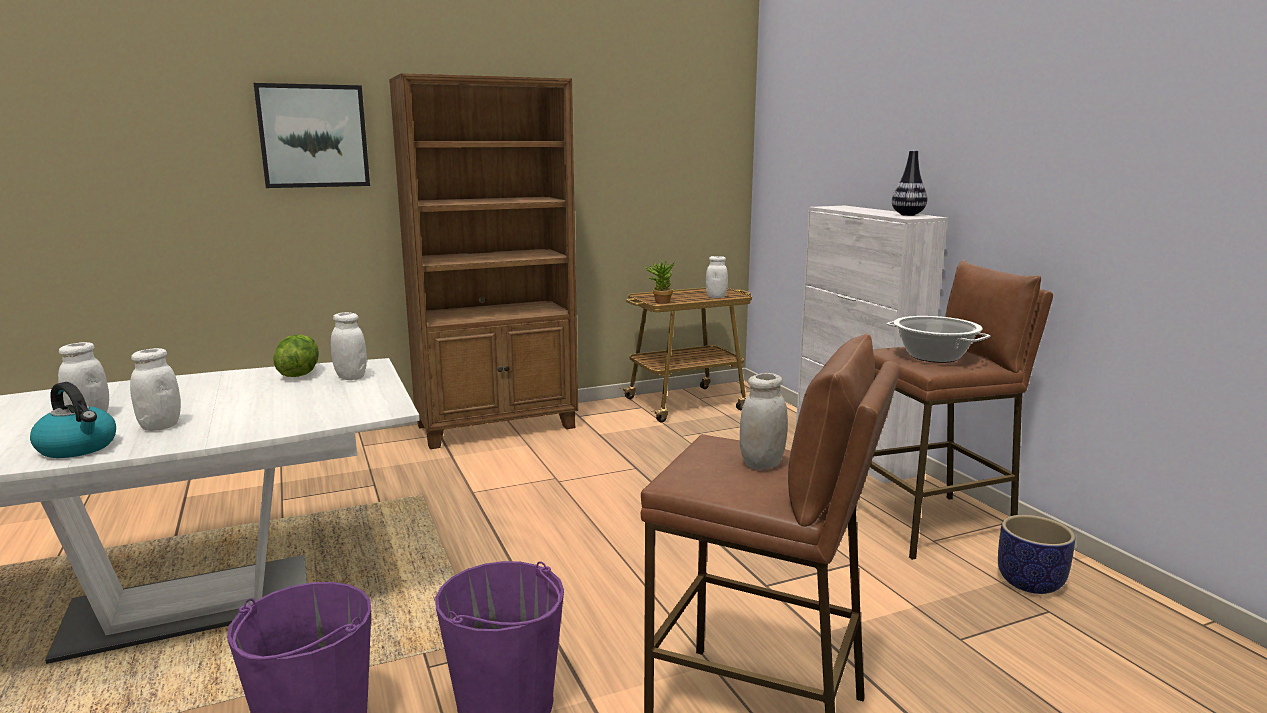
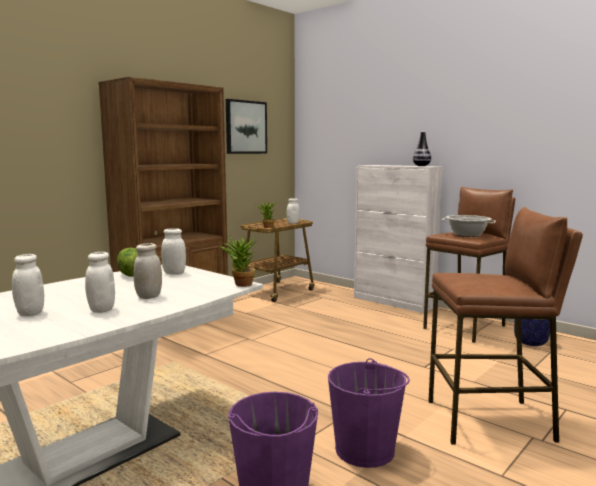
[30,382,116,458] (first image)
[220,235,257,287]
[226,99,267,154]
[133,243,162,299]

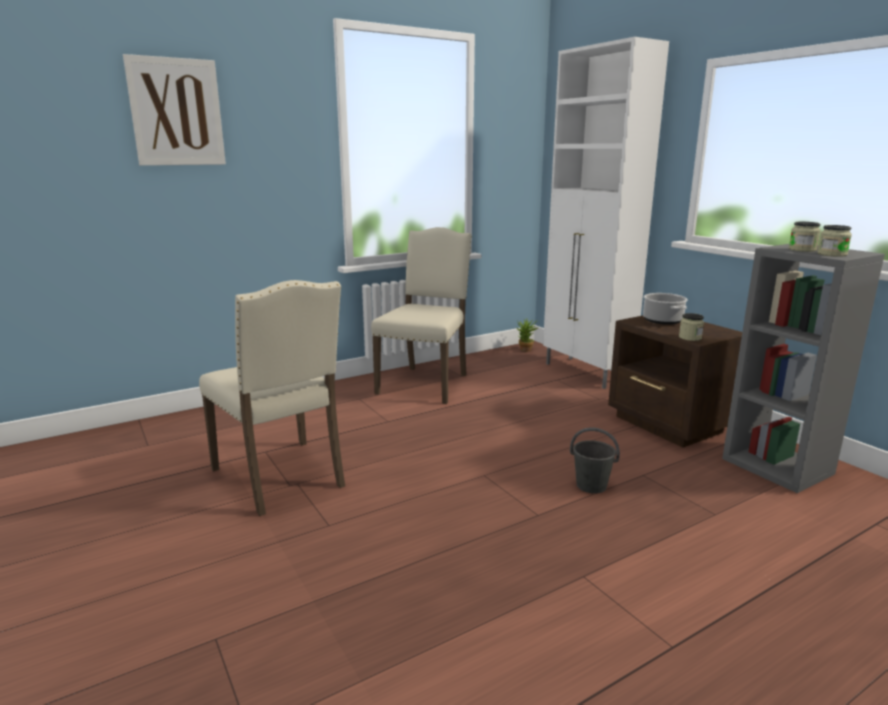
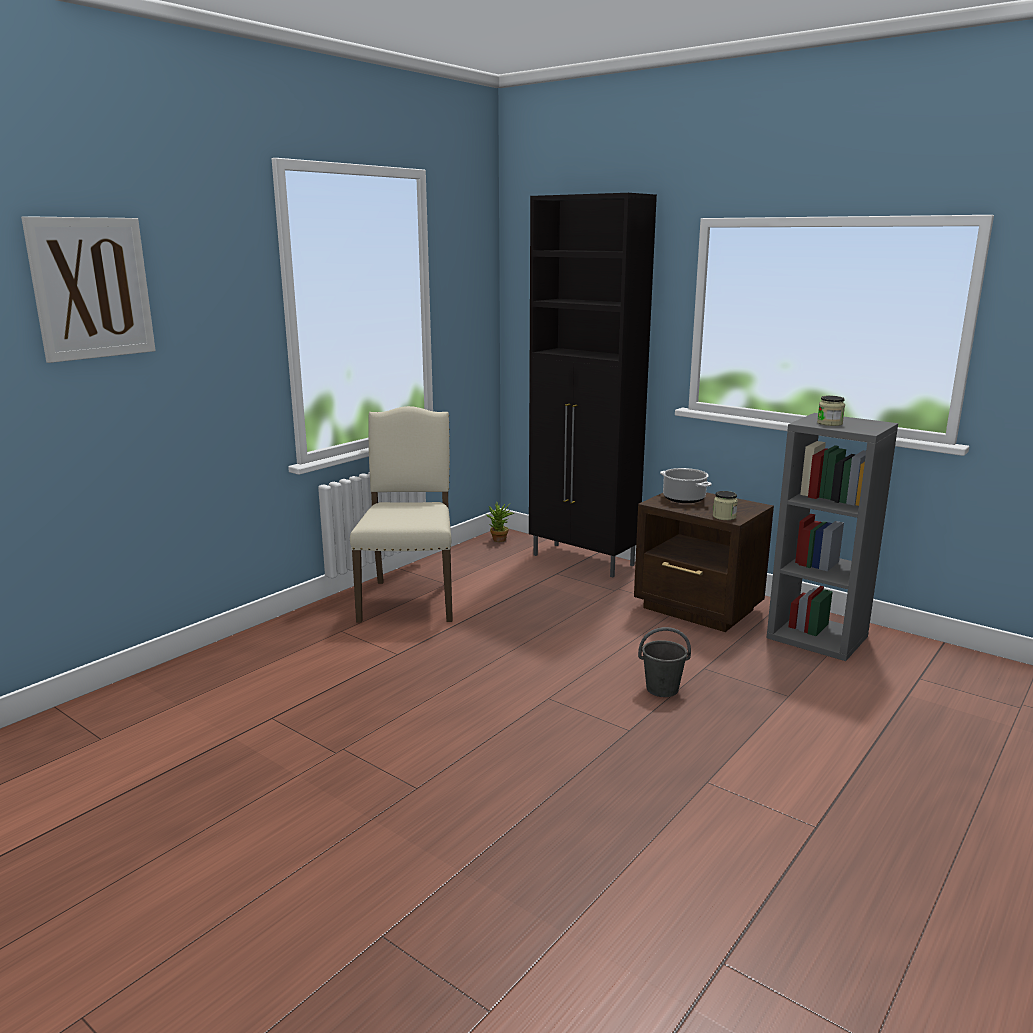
[199,280,345,516] (first image)
[817,225,852,257] (first image)
[529,193,657,577]

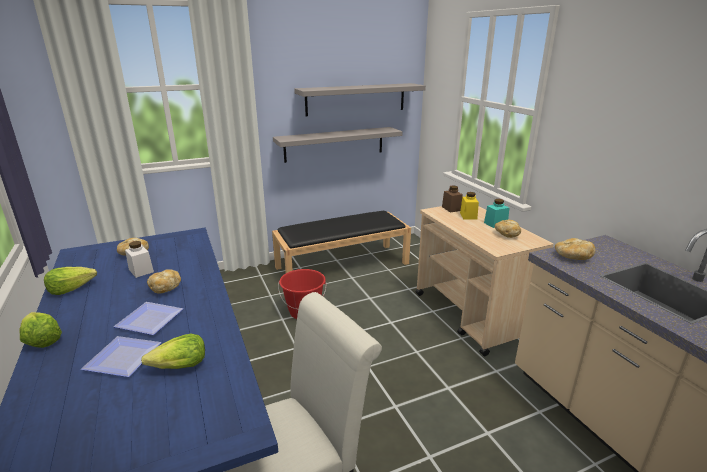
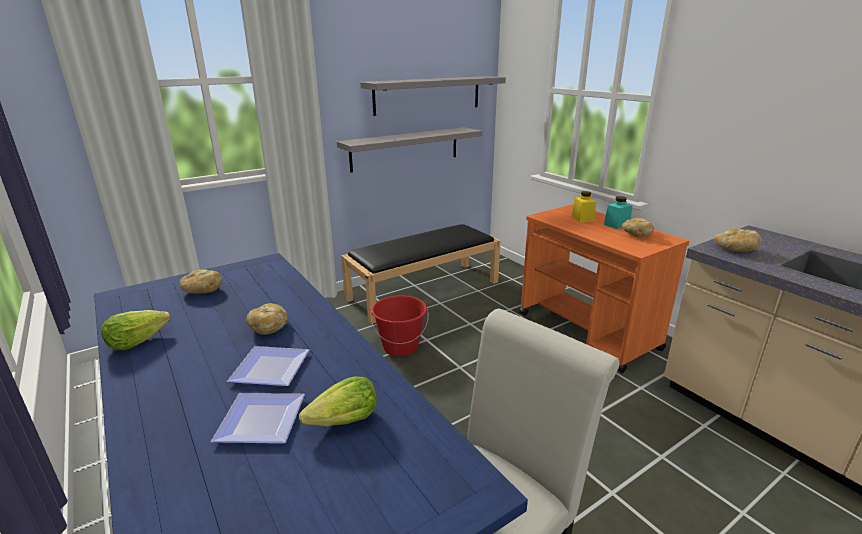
[19,312,62,348] (first image)
[125,241,154,278] (first image)
[442,186,463,212] (first image)
[519,204,689,373]

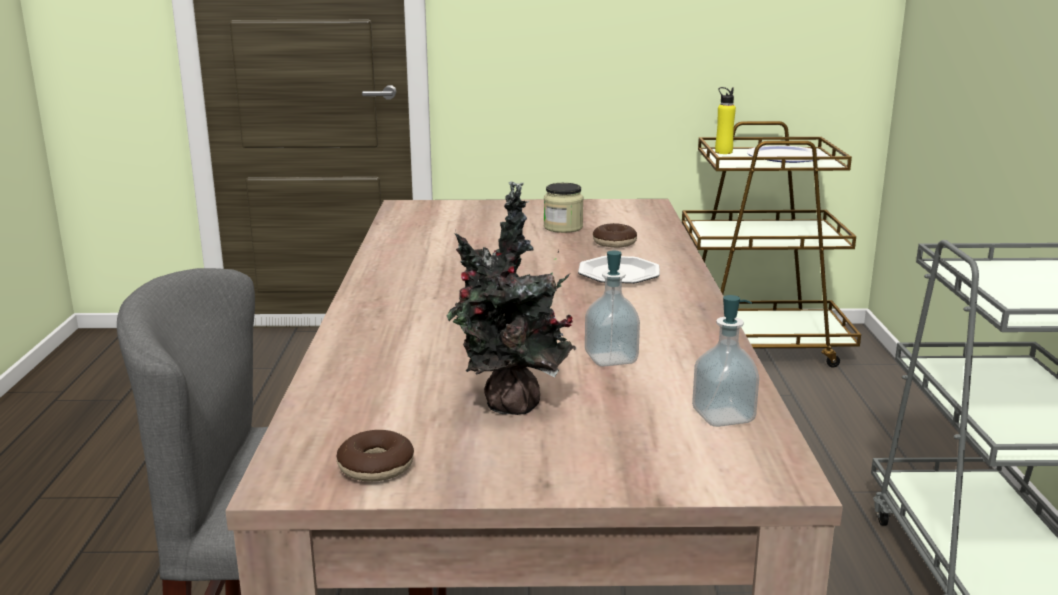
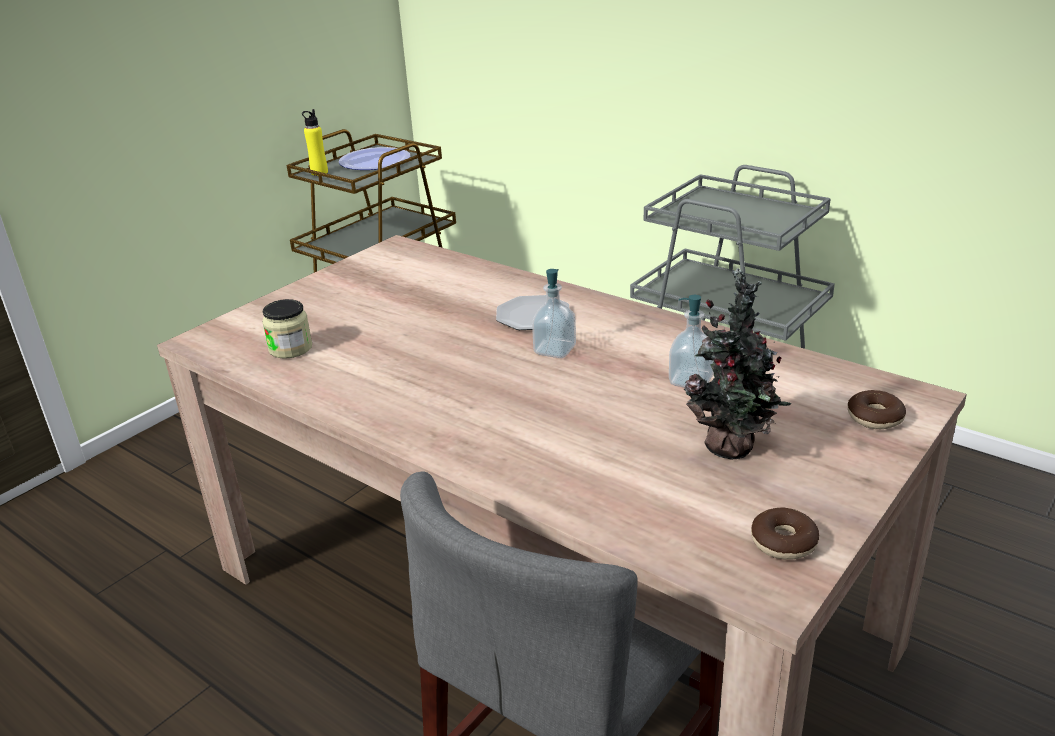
[262,299,312,358]
[848,390,906,429]
[532,269,576,358]

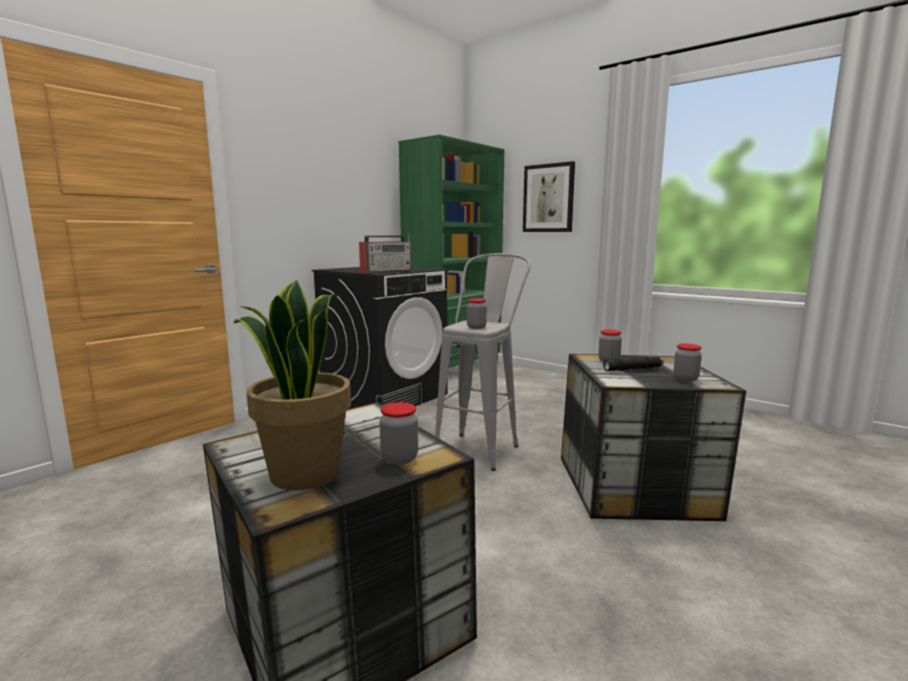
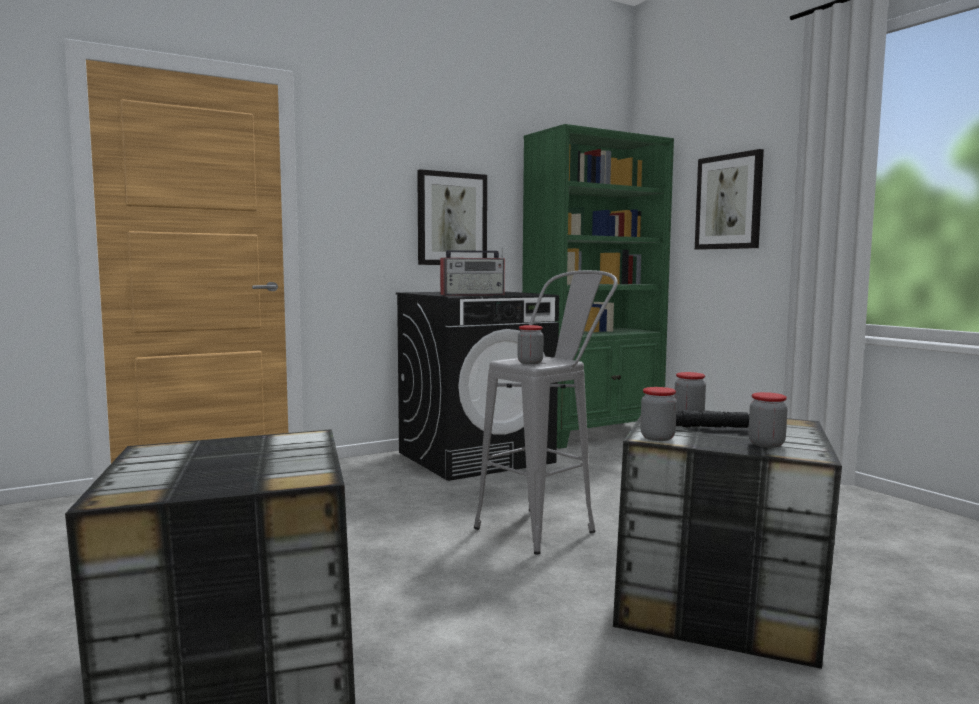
[234,280,351,491] (first image)
[417,169,487,265]
[640,387,677,441]

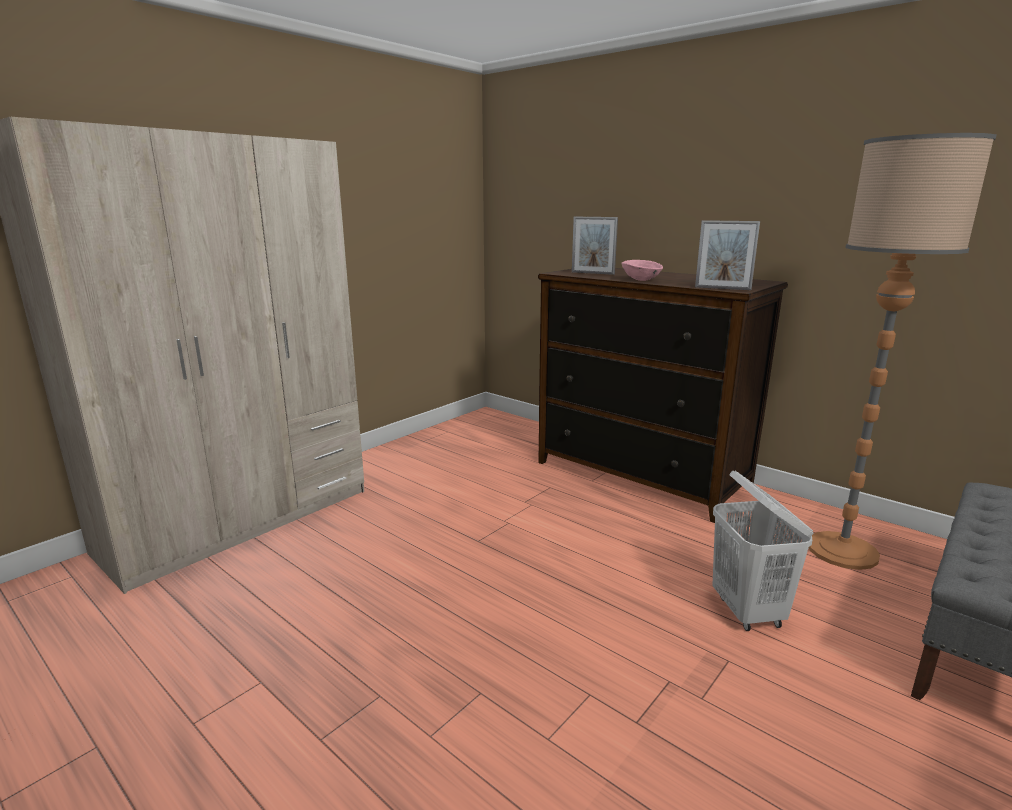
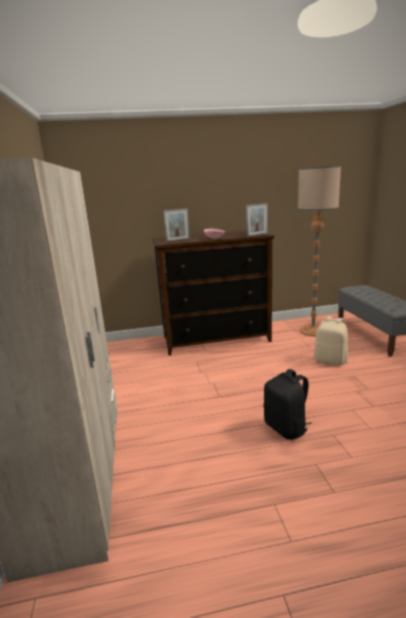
[264,369,312,440]
[314,316,348,366]

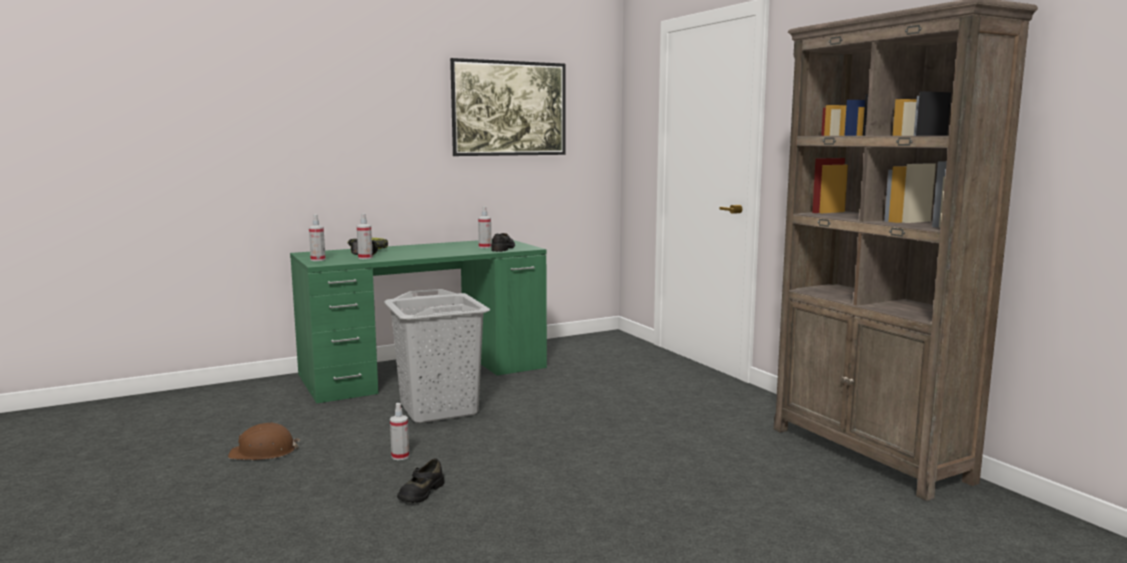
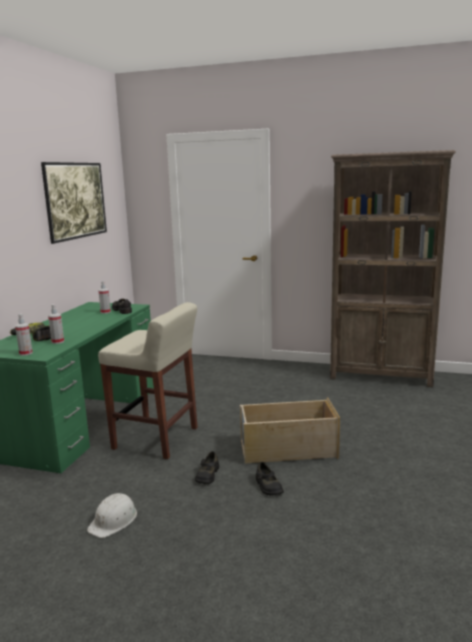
[240,397,340,463]
[98,302,198,459]
[195,451,219,484]
[87,493,137,538]

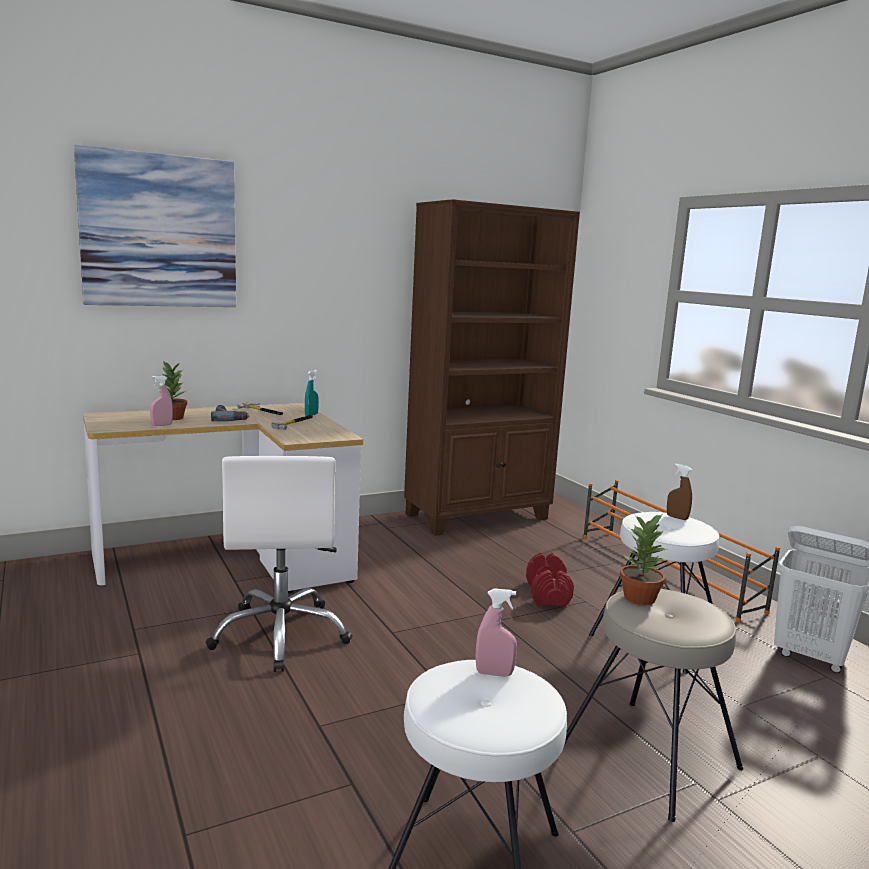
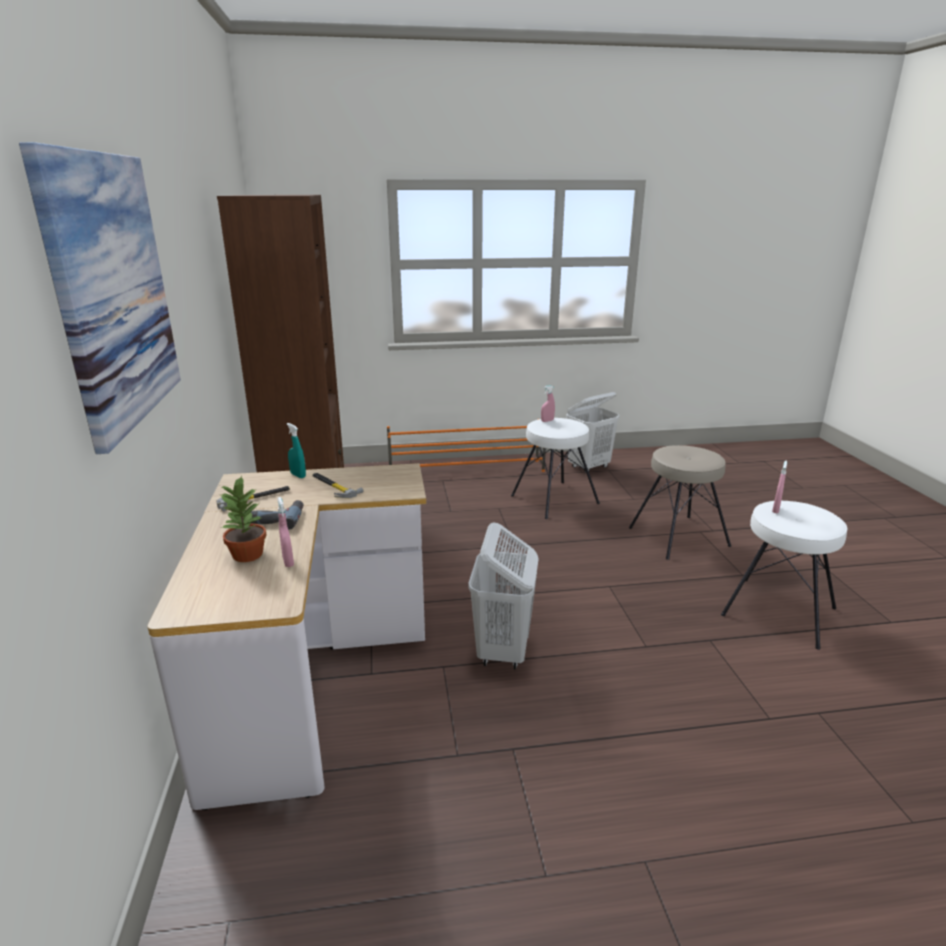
[526,553,574,606] (first image)
[620,513,667,605] (first image)
[468,522,539,670]
[541,385,555,422]

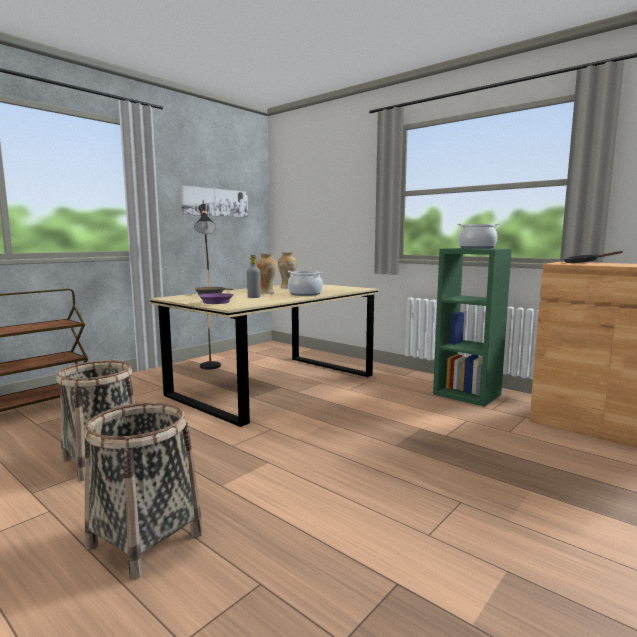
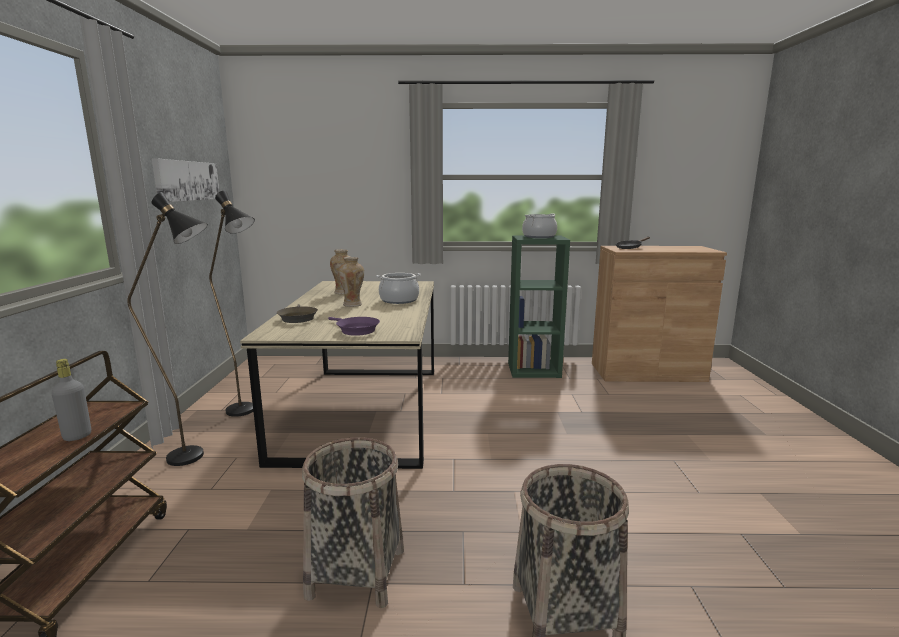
[127,192,208,466]
[51,359,91,441]

